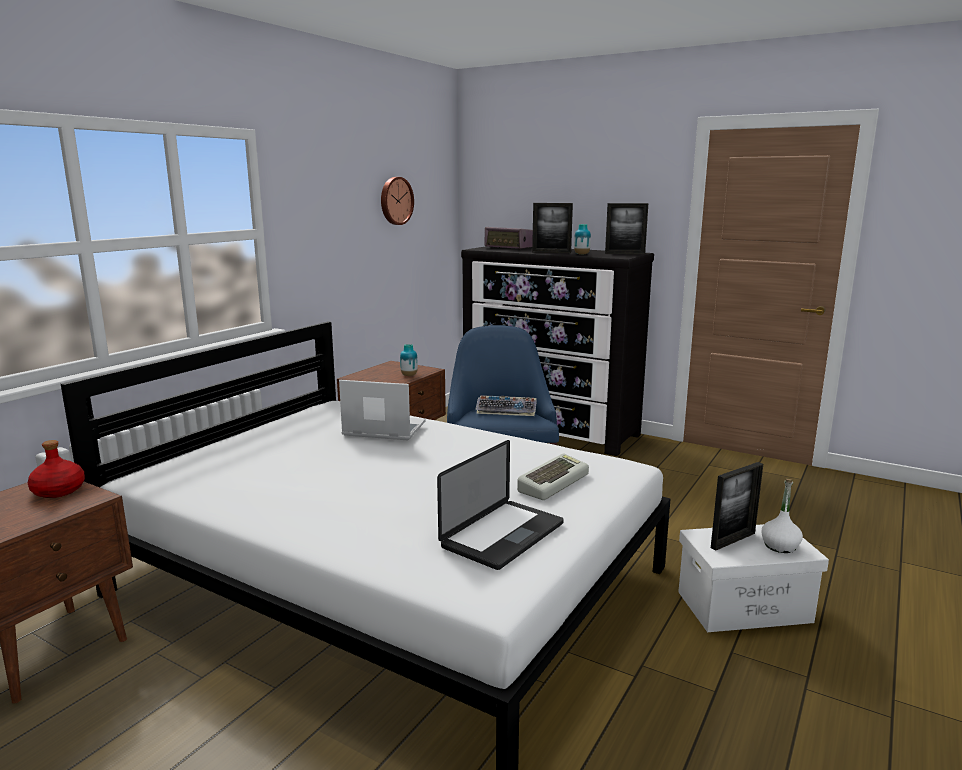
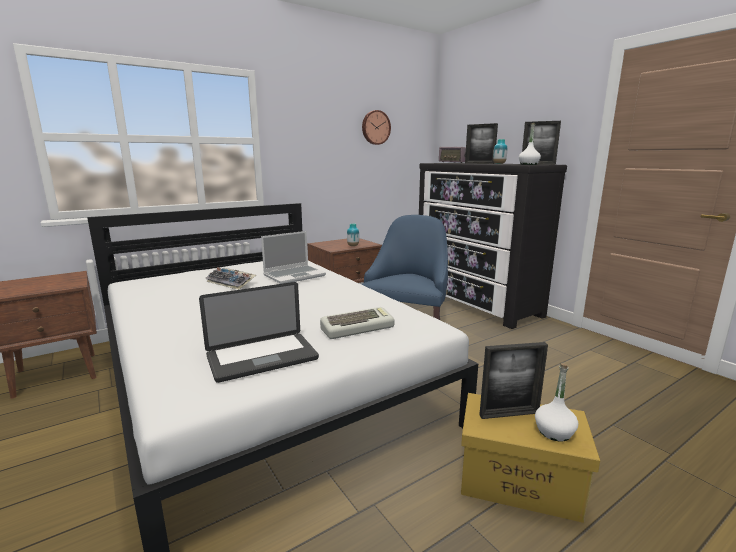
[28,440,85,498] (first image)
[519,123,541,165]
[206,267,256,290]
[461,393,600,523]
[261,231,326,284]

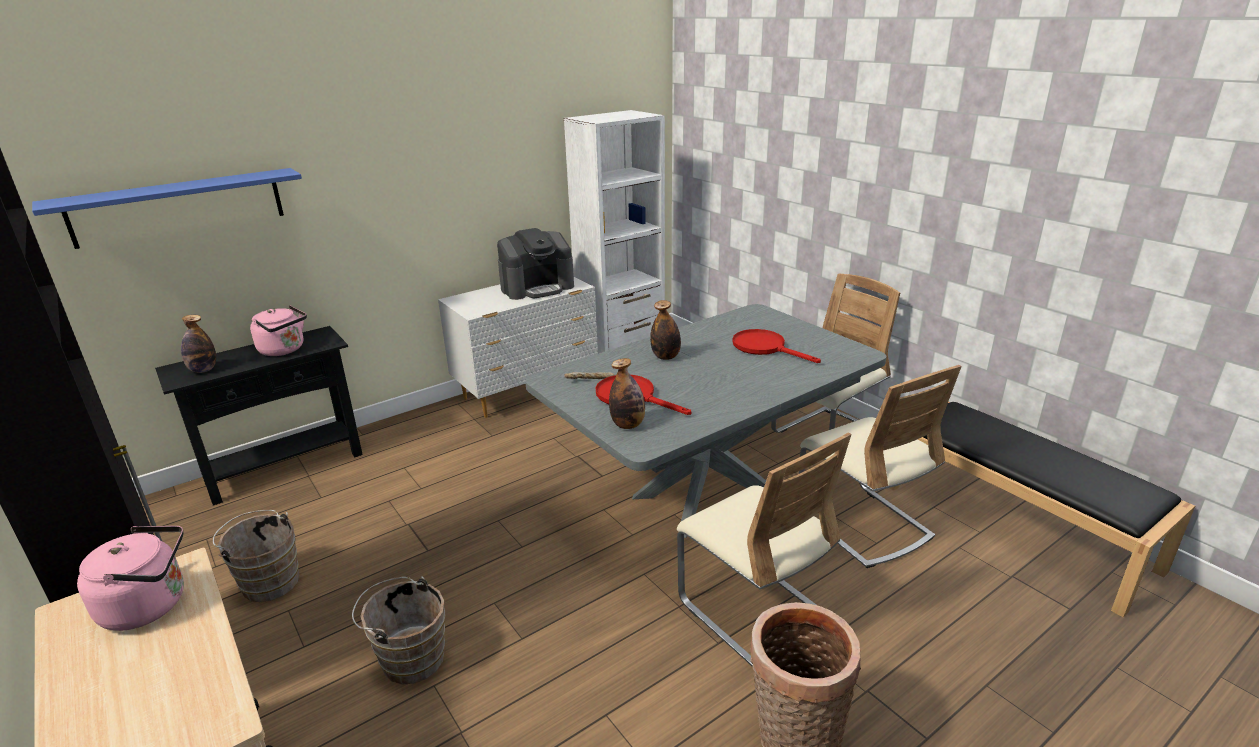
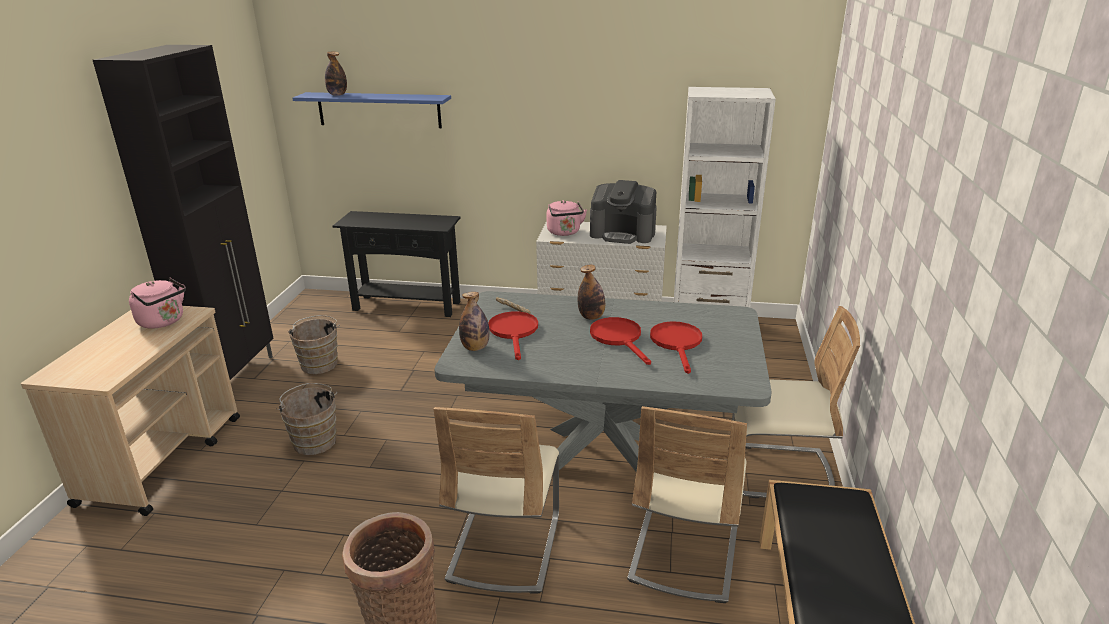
[590,317,651,365]
[325,52,347,96]
[547,200,587,236]

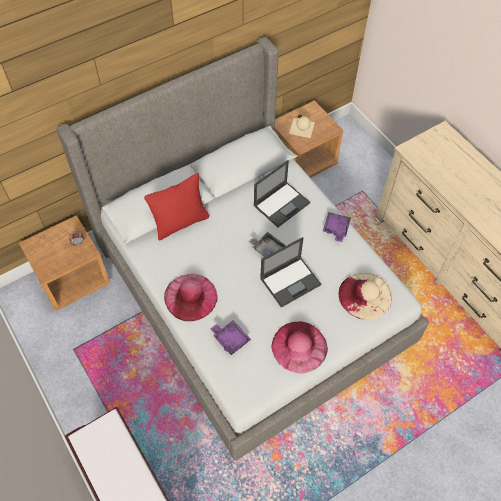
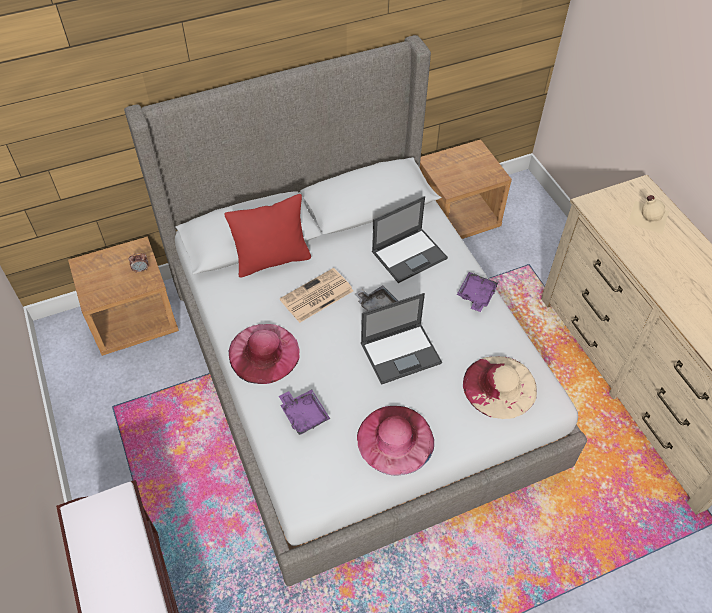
[280,268,353,323]
[628,195,669,234]

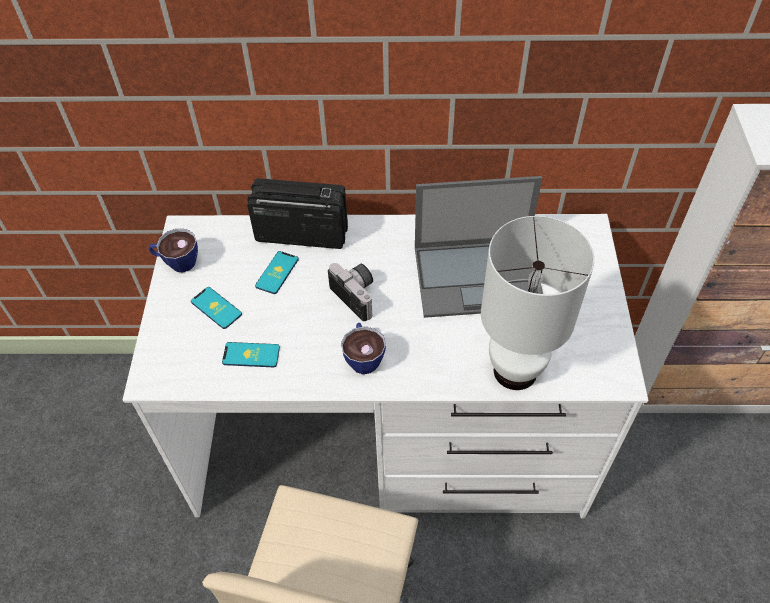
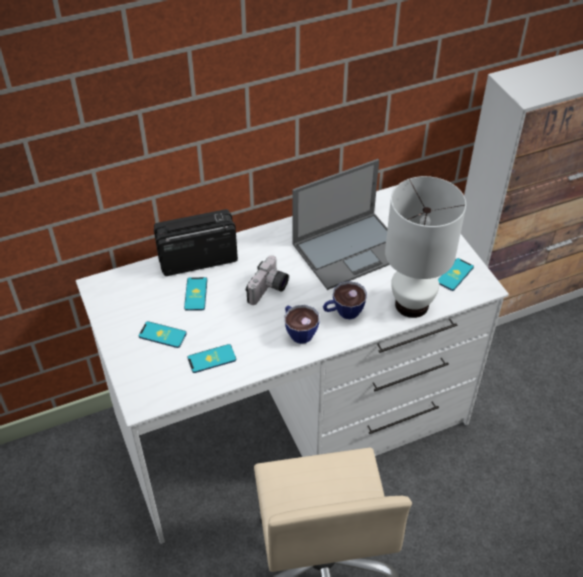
[438,258,474,291]
[323,281,367,319]
[246,255,289,305]

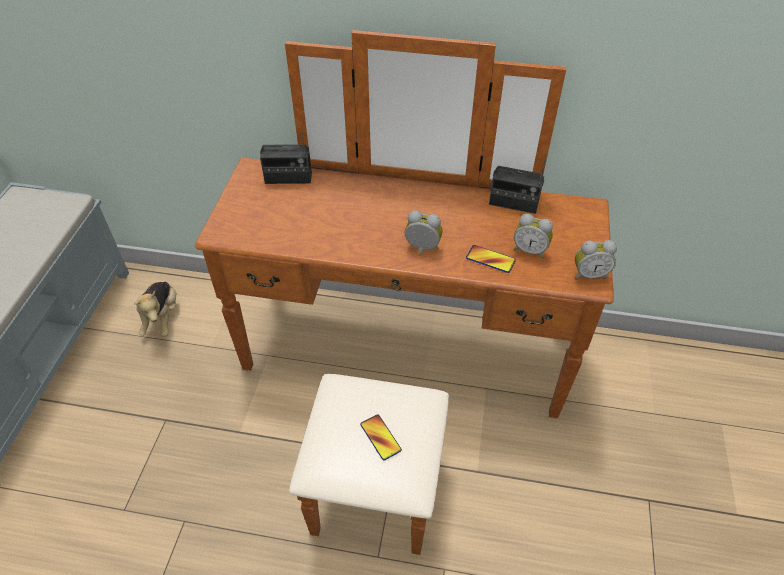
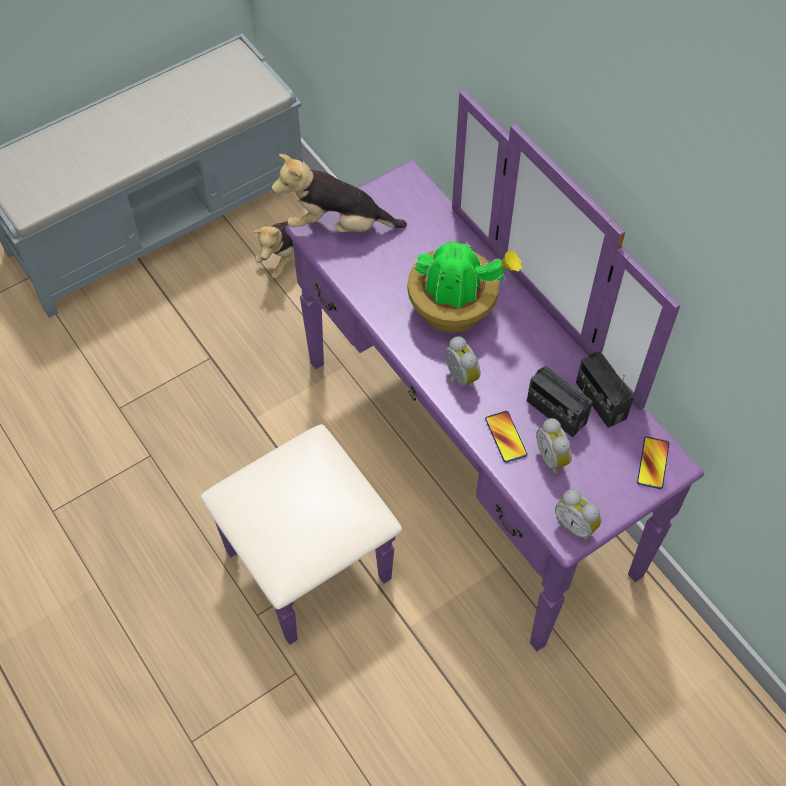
[271,154,407,232]
[407,238,522,333]
[527,365,593,437]
[637,436,670,489]
[201,90,704,651]

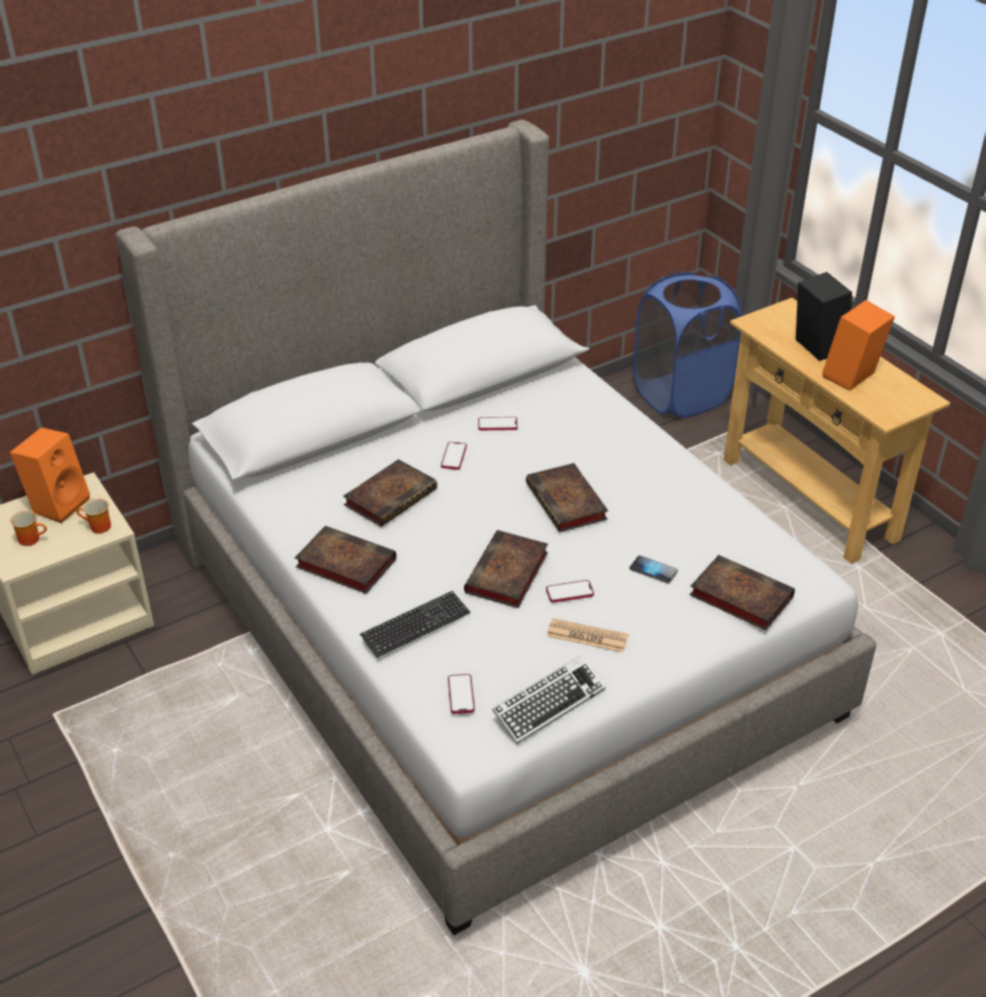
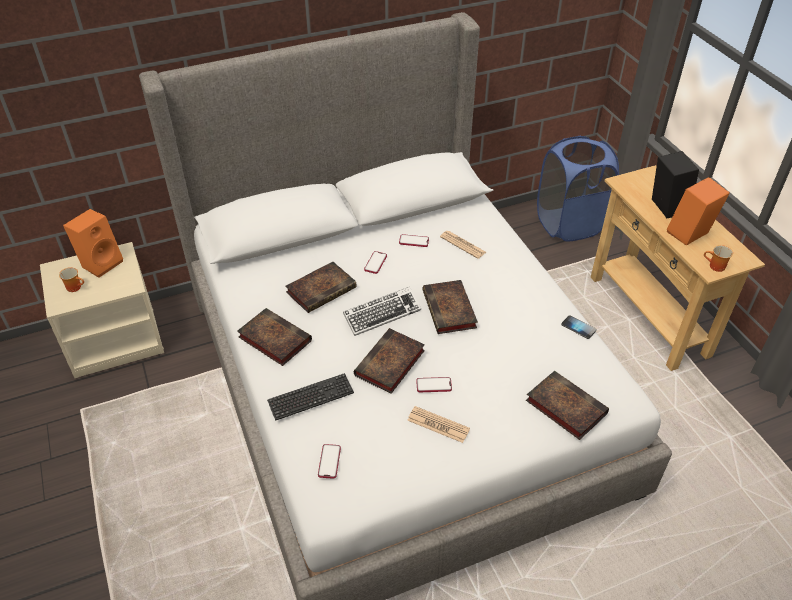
[440,231,486,259]
[704,245,733,272]
[343,287,421,336]
[561,315,597,339]

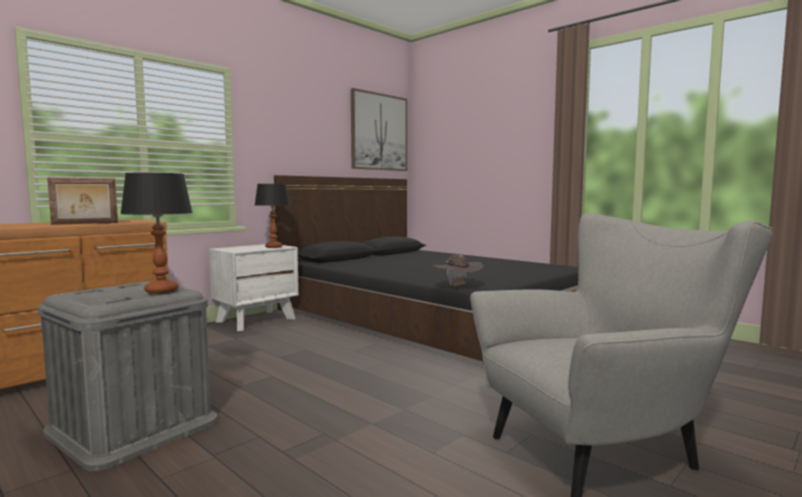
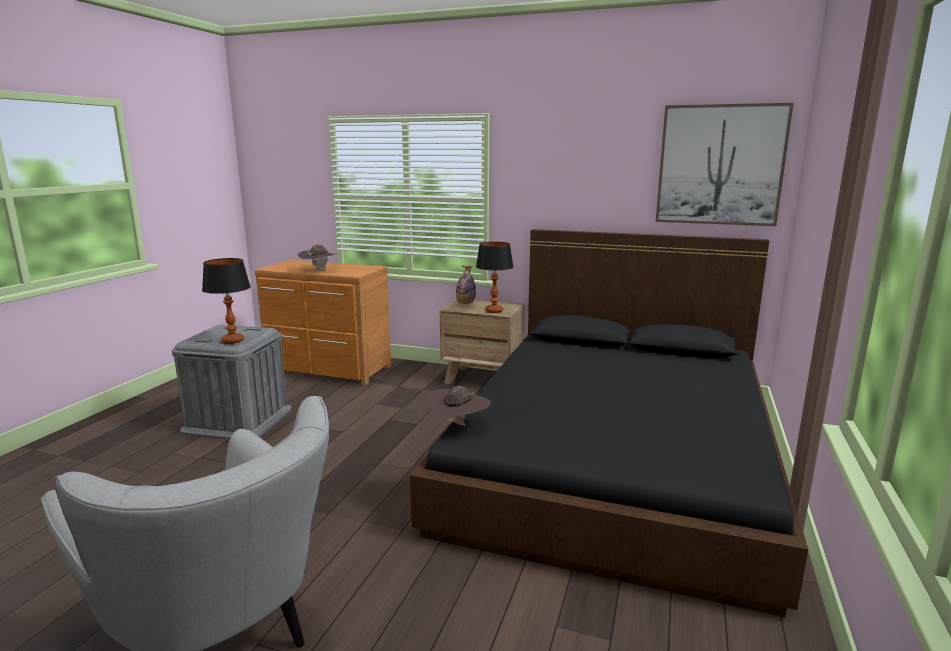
[456,265,476,304]
[297,245,337,272]
[440,299,525,385]

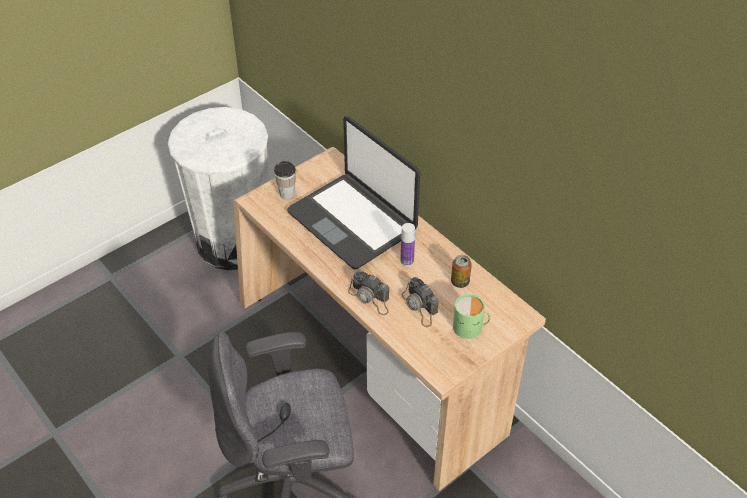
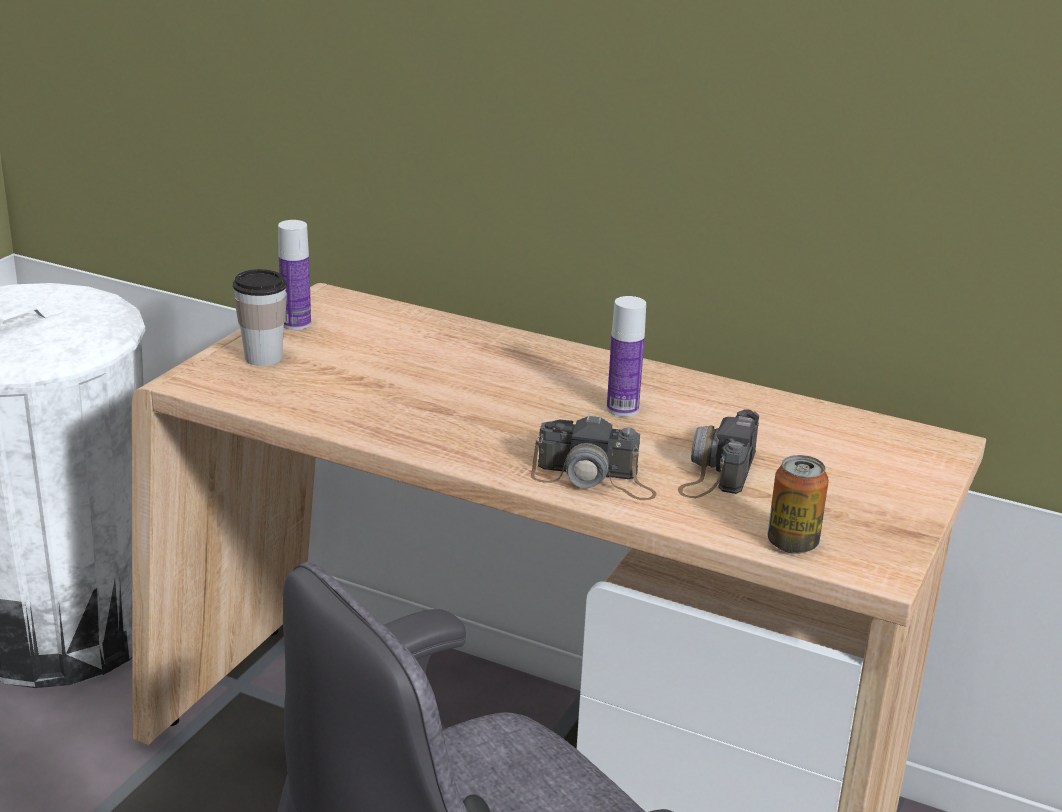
[287,116,420,269] (first image)
[453,294,491,339] (first image)
[278,220,311,330]
[768,455,829,554]
[678,409,759,498]

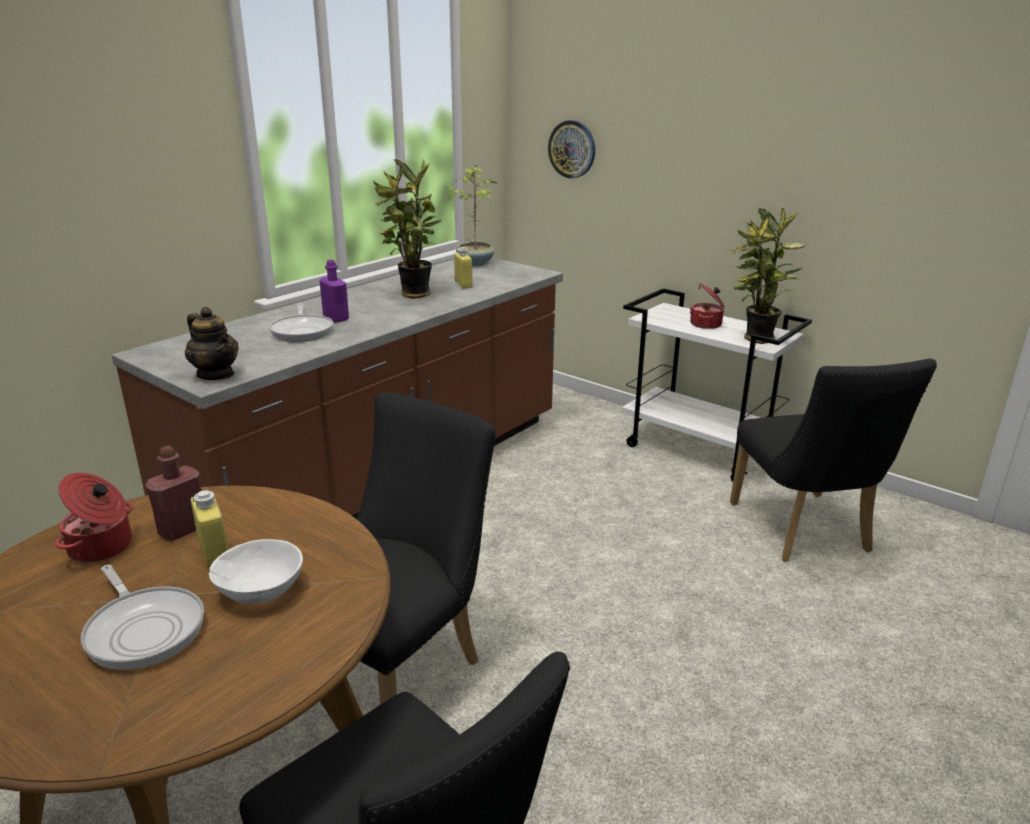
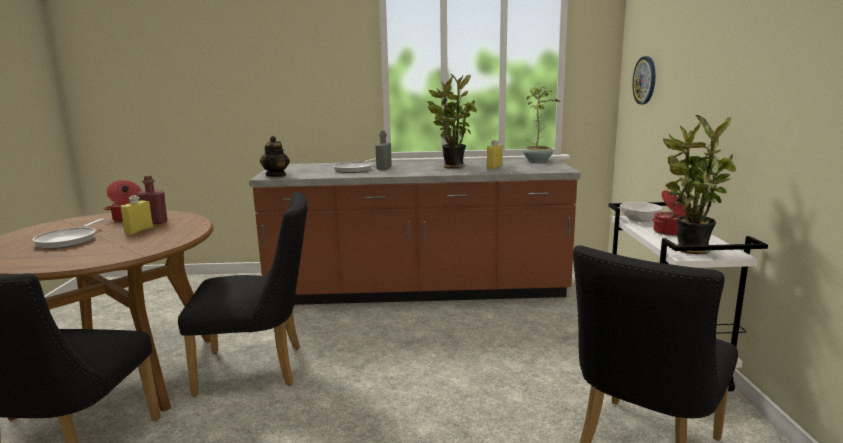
[620,202,662,222]
[375,130,392,170]

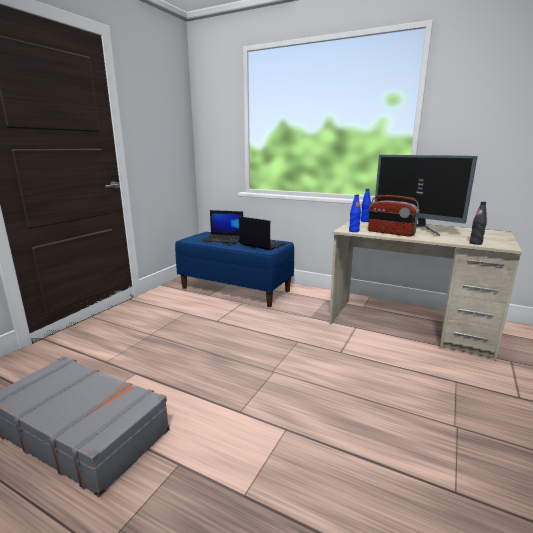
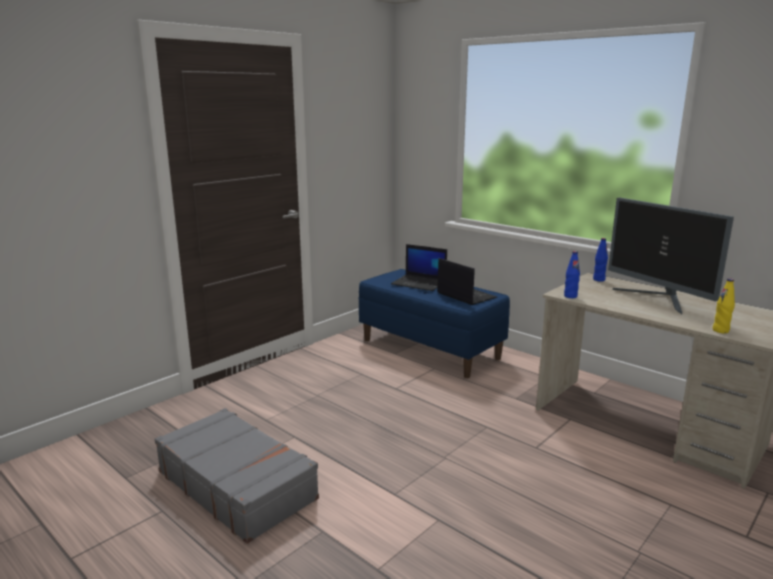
[368,195,420,237] (first image)
[713,278,735,333]

